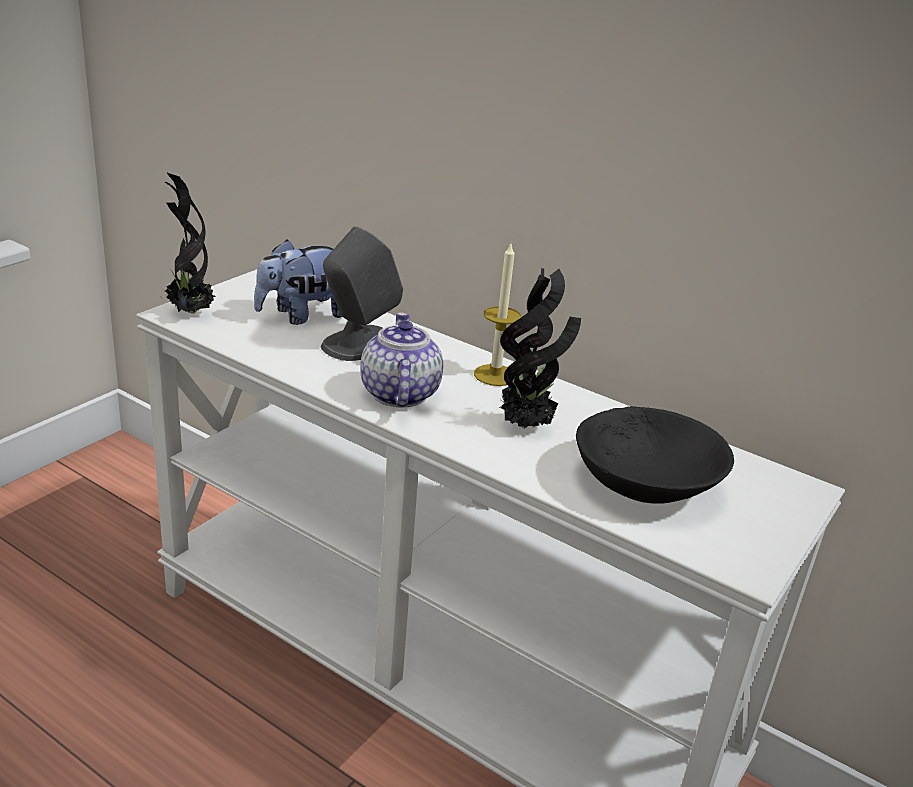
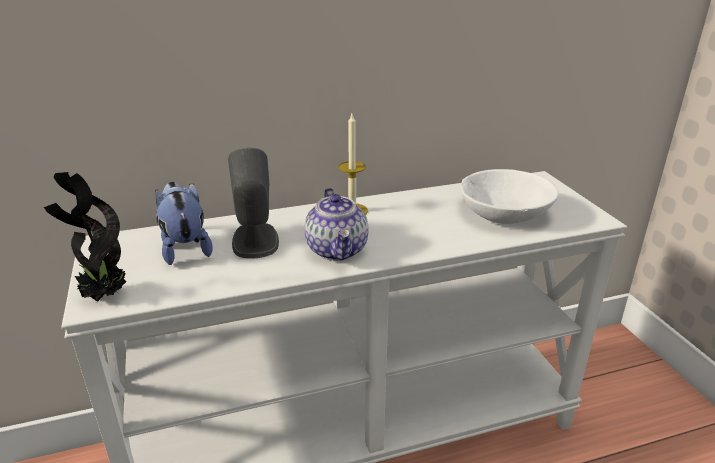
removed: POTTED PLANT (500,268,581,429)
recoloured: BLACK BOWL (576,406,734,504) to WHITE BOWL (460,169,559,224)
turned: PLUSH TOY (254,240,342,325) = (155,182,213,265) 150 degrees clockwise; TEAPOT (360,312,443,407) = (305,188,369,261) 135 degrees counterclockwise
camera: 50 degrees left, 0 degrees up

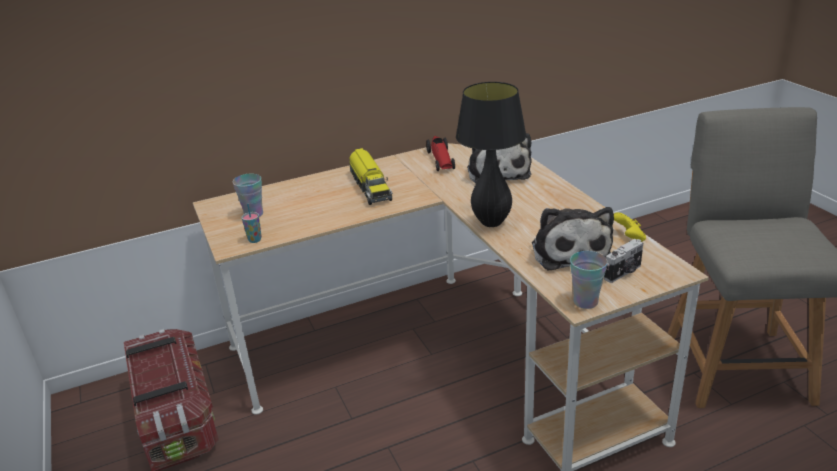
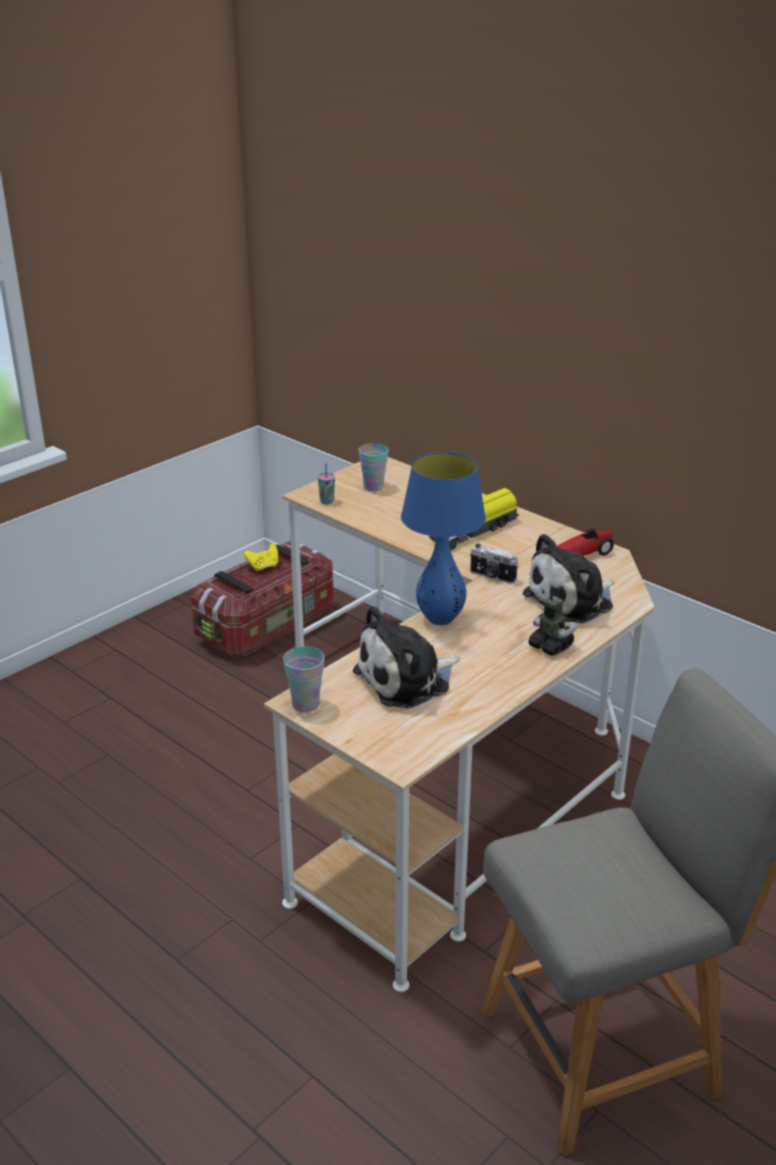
added: TOY ROBOT (528,586,577,656)
moved: YELLOW GAME CONTROLLER (614,212,646,242) to (244,544,278,572); PHOTO CAMERA (604,239,643,283) to (470,544,518,584)
recoloured: BLACK TABLE LAMP (456,82,526,227) to BLUE TABLE LAMP (401,452,486,625)
camera: 65 degrees right, 0 degrees up

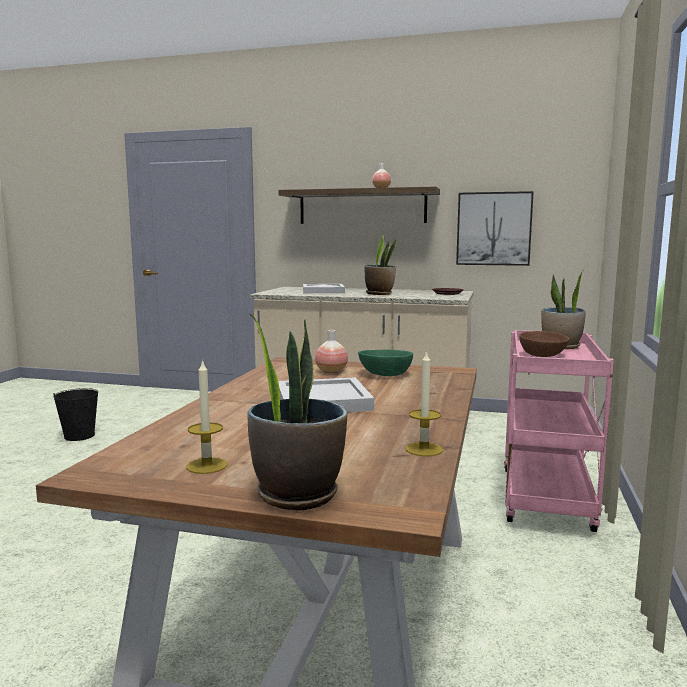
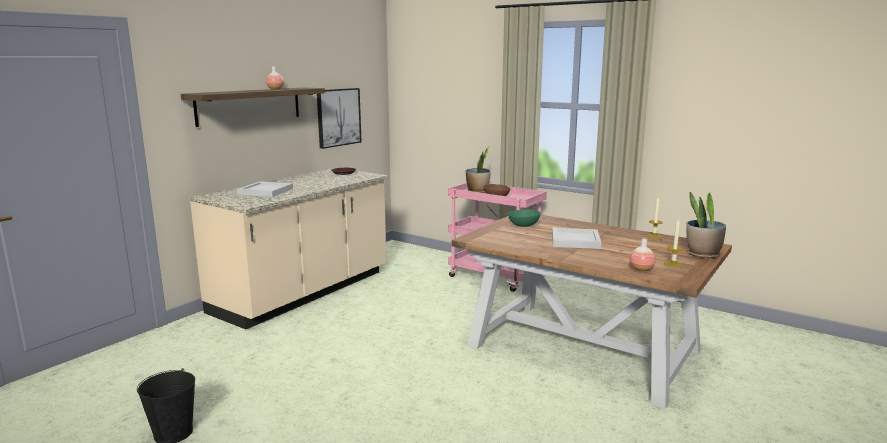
removed: POTTED PLANT (365,235,397,295)
moved: VASE (315,330,348,374) to (630,239,656,271)
camera: 70 degrees left, 5 degrees up

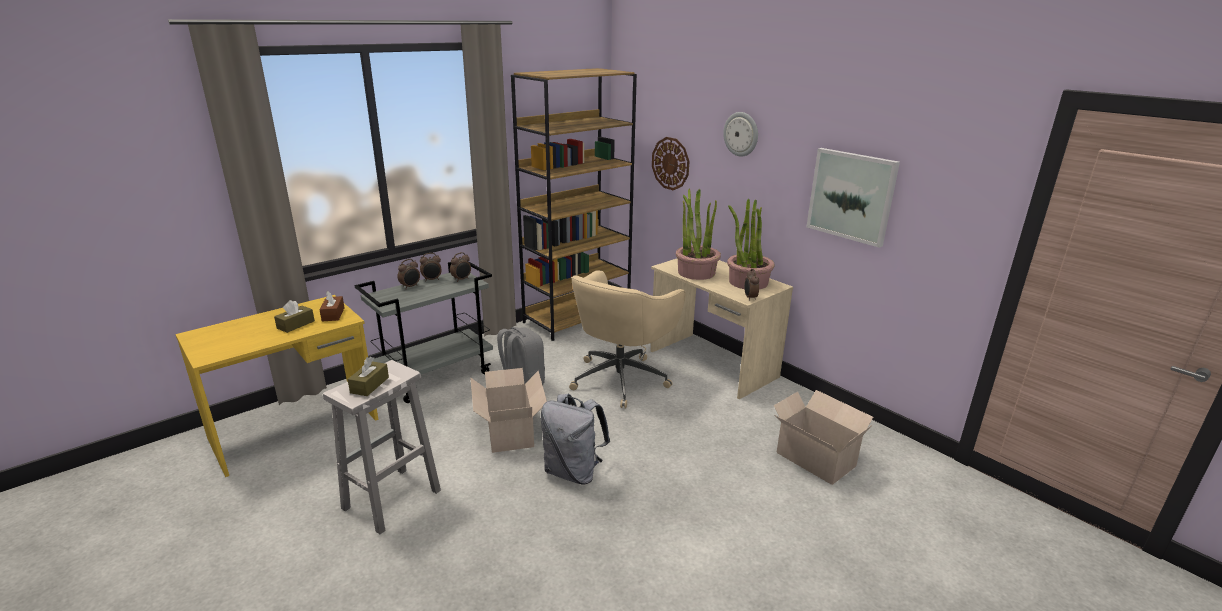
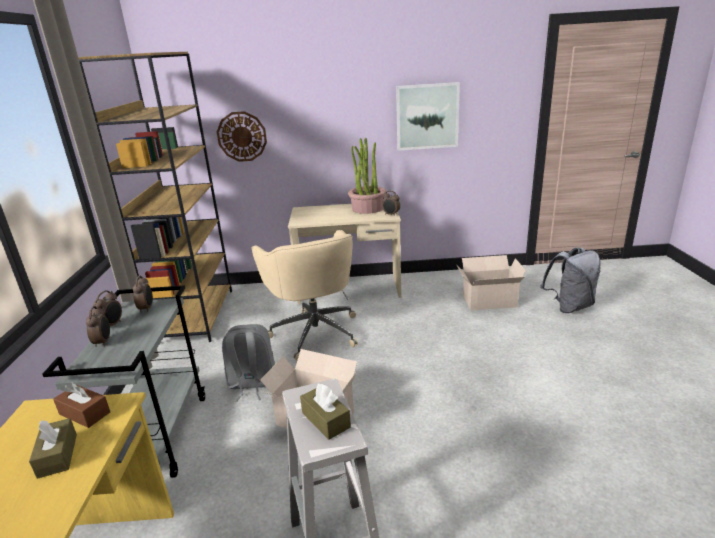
removed: POTTED PLANT (676,189,721,280); WALL CLOCK (723,112,758,157)
moved: GREY BACKPACK (541,394,610,484) to (541,247,601,313)
camera: 50 degrees left, 0 degrees up

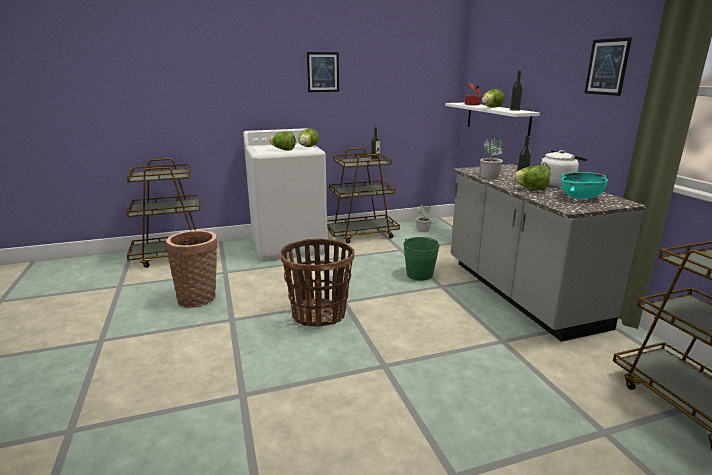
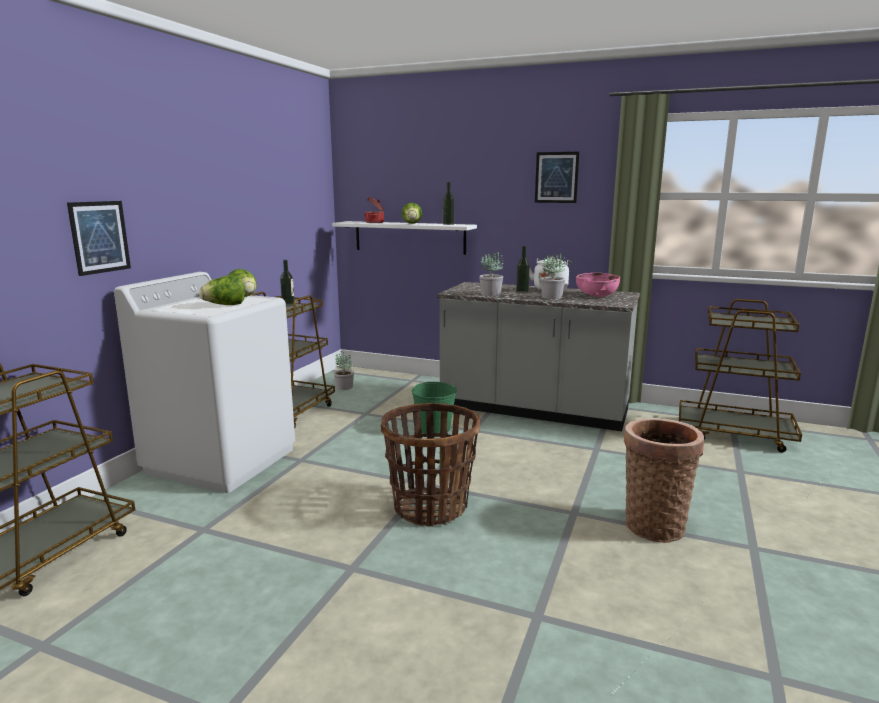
moved: PICTURE (307,52,339,92) to (67,201,131,276); BASKET (166,230,218,308) to (624,418,704,543)
replaced: LETTUCE (513,165,550,190) to POTTED PLANT (540,254,565,299)
recoloured: TURQUOISE BOWL (561,172,608,199) to PINK BOWL (576,273,620,297)
camera: 50 degrees left, 5 degrees down

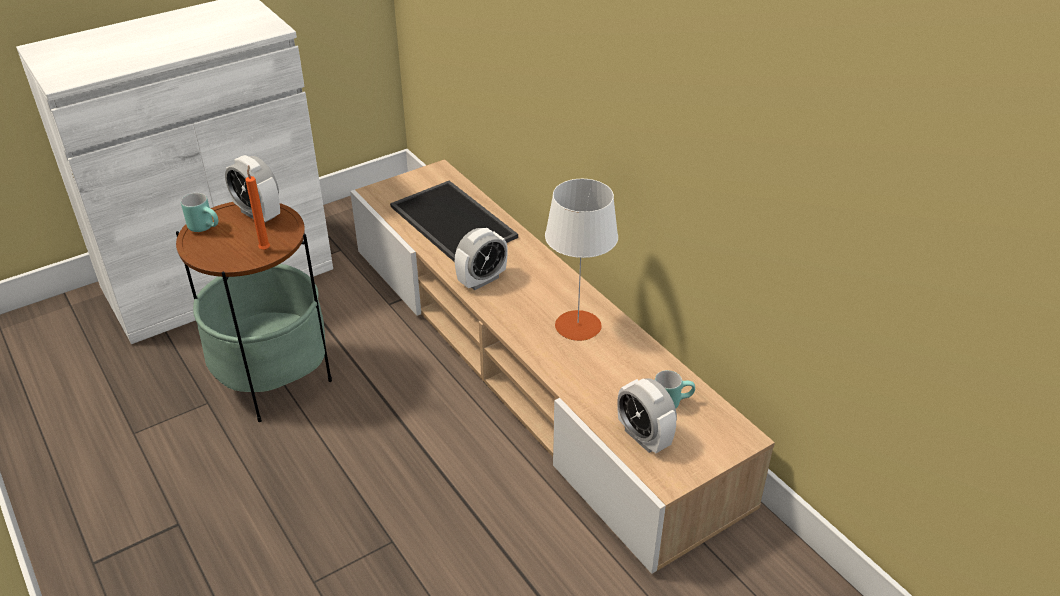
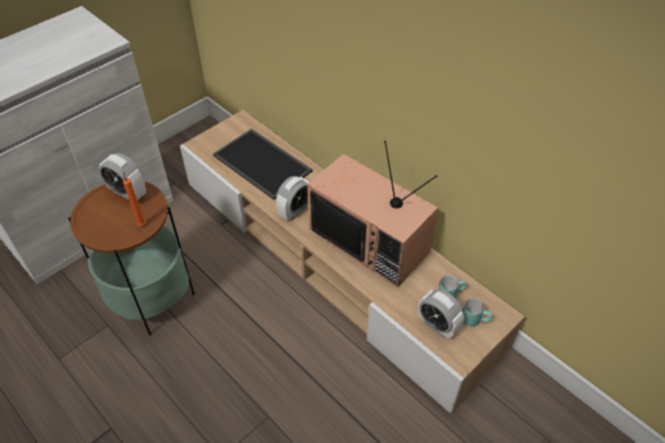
moved: TURQUOISE MUG (181,193,218,232) to (463,298,493,327)
replaced: WHITE TABLE LAMP (545,179,618,341) to TELEVISION (307,141,438,287)
camera: 10 degrees left, 10 degrees up

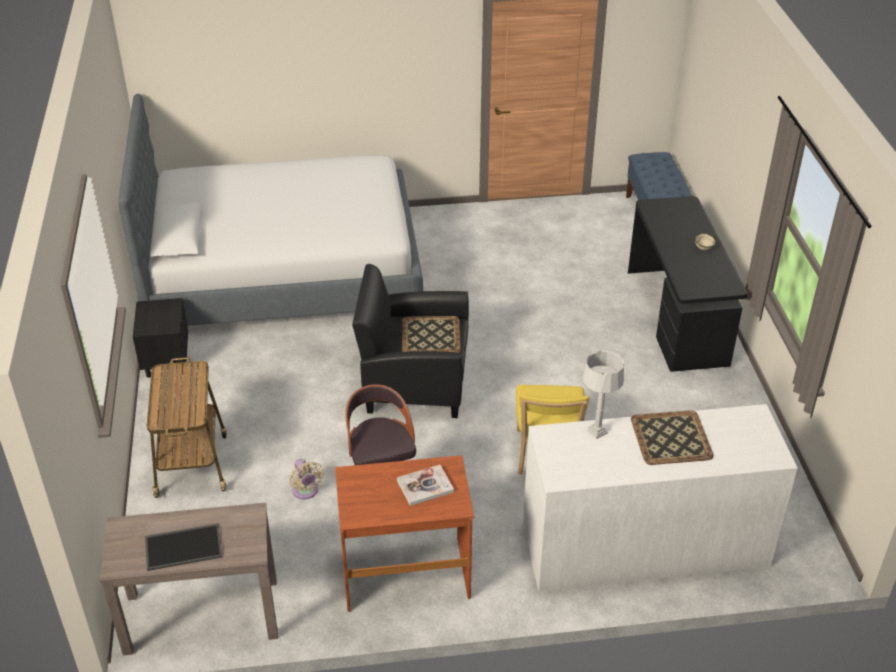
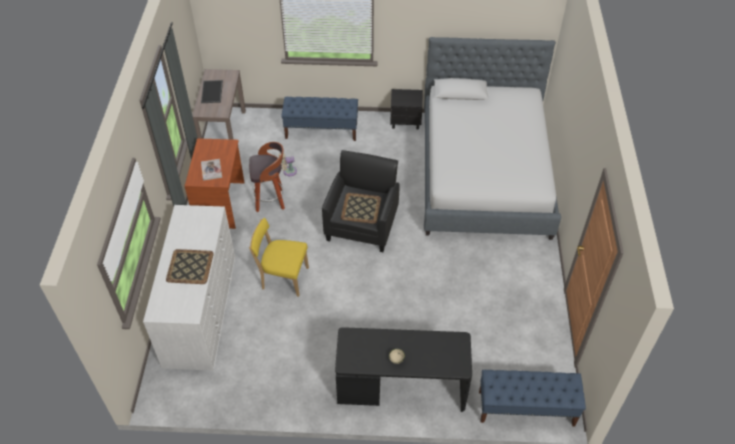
removed: GREY TABLE LAMP (583,350,624,439)
replaced: CART (147,357,227,498) to BLUE BENCH (281,97,358,141)
camera: 100 degrees right, 10 degrees up

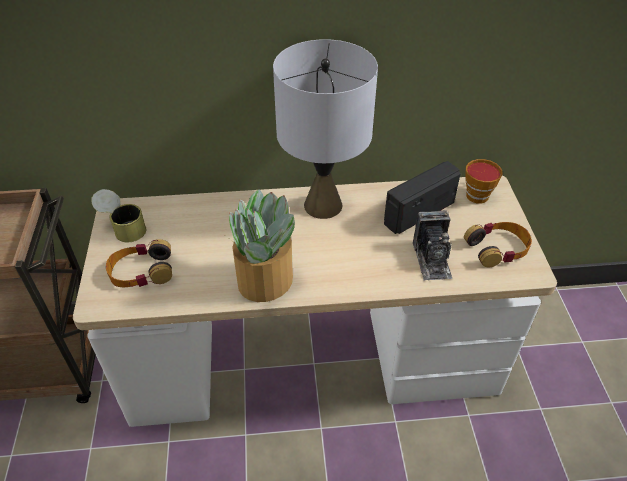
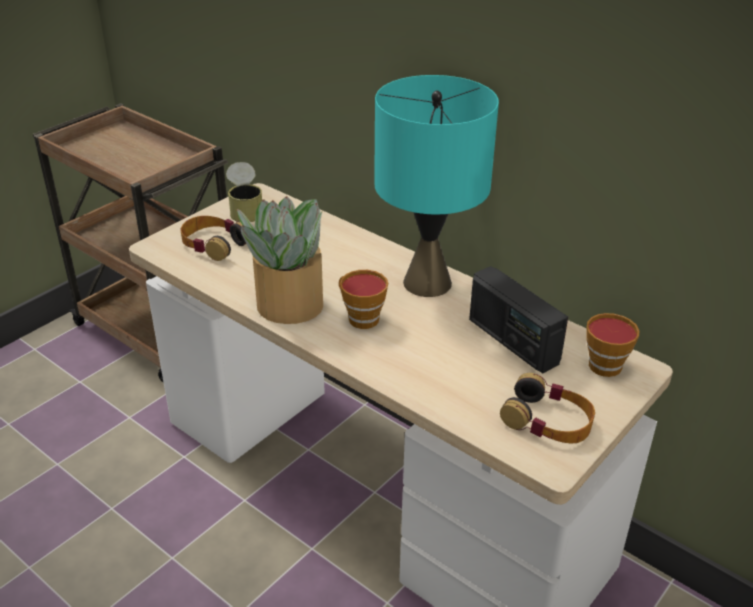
removed: PHOTO CAMERA (413,210,452,281)
added: CUP (339,270,388,329)
recoloured: GREY TABLE LAMP (273,39,378,219) to TURQUOISE TABLE LAMP (374,75,499,297)
turned: RADIO (384,161,461,234) = (469,266,568,373) 135 degrees counterclockwise
camera: 45 degrees right, 10 degrees down

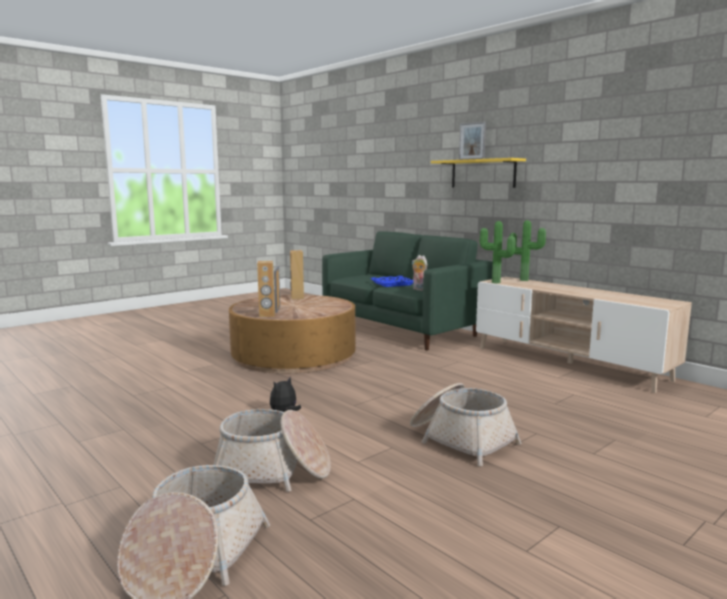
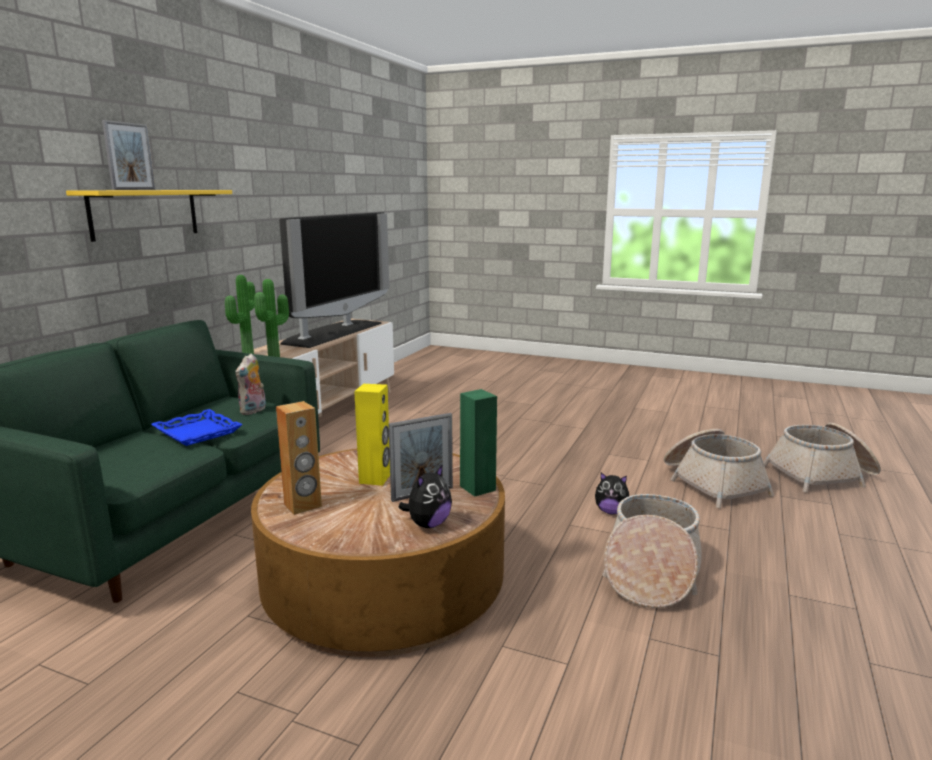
added: TELEVISION (279,212,389,348); YELLOW SPEAKER (354,384,390,486); PLUSH TOY (398,464,452,528)
moved: BASKET (410,383,521,466) to (602,494,702,608)
recoloured: BROWN SPEAKER (257,261,275,317) to GREEN SPEAKER (460,389,497,497)
camera: 115 degrees left, 5 degrees up

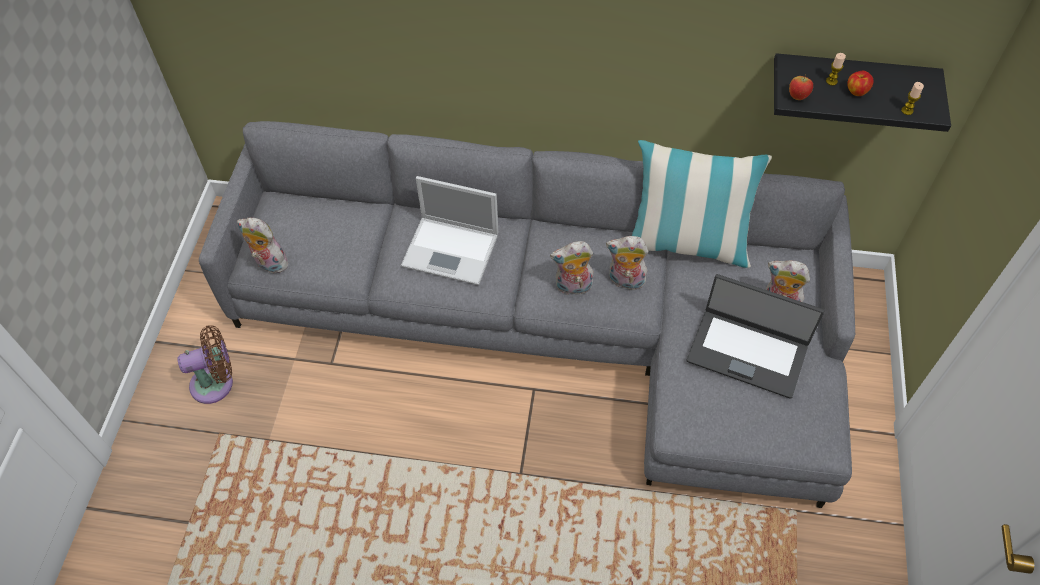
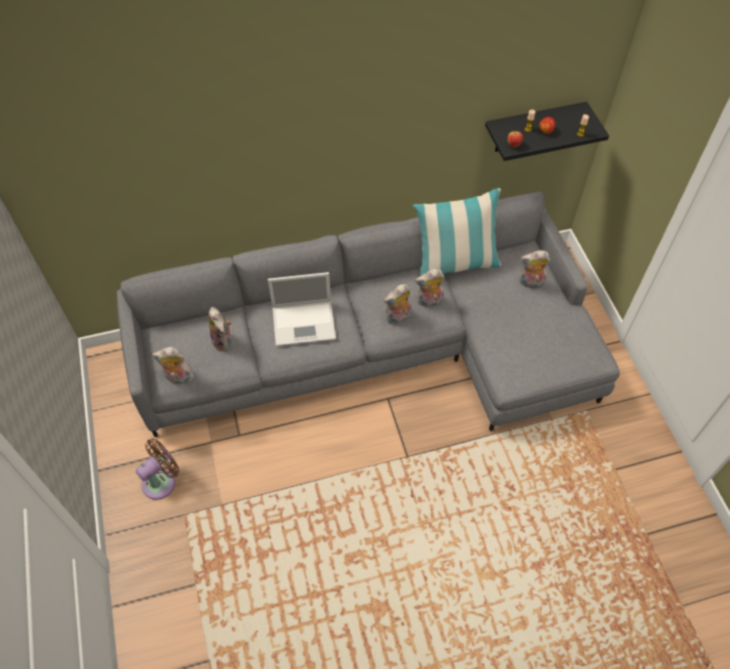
removed: LAPTOP (686,274,824,399)
added: PLUSH TOY (208,307,232,352)
camera: 25 degrees left, 0 degrees up

